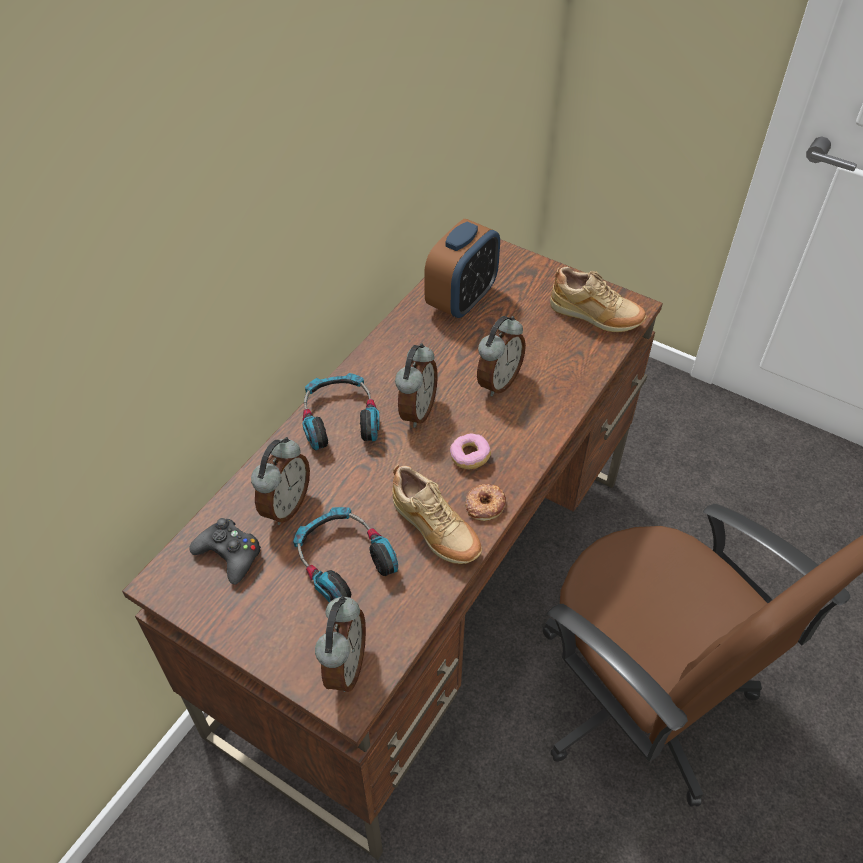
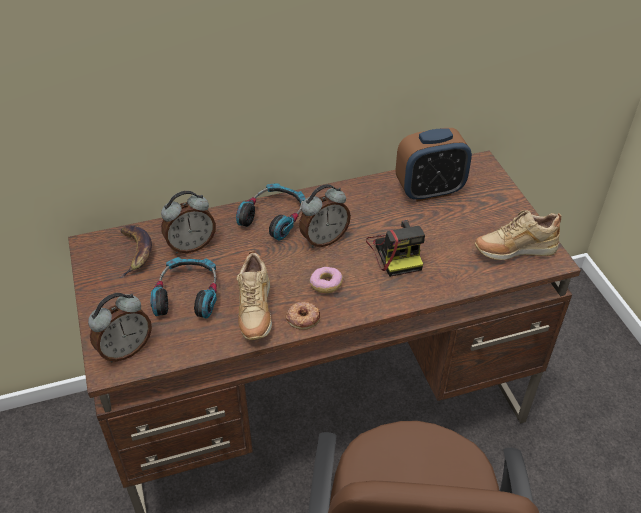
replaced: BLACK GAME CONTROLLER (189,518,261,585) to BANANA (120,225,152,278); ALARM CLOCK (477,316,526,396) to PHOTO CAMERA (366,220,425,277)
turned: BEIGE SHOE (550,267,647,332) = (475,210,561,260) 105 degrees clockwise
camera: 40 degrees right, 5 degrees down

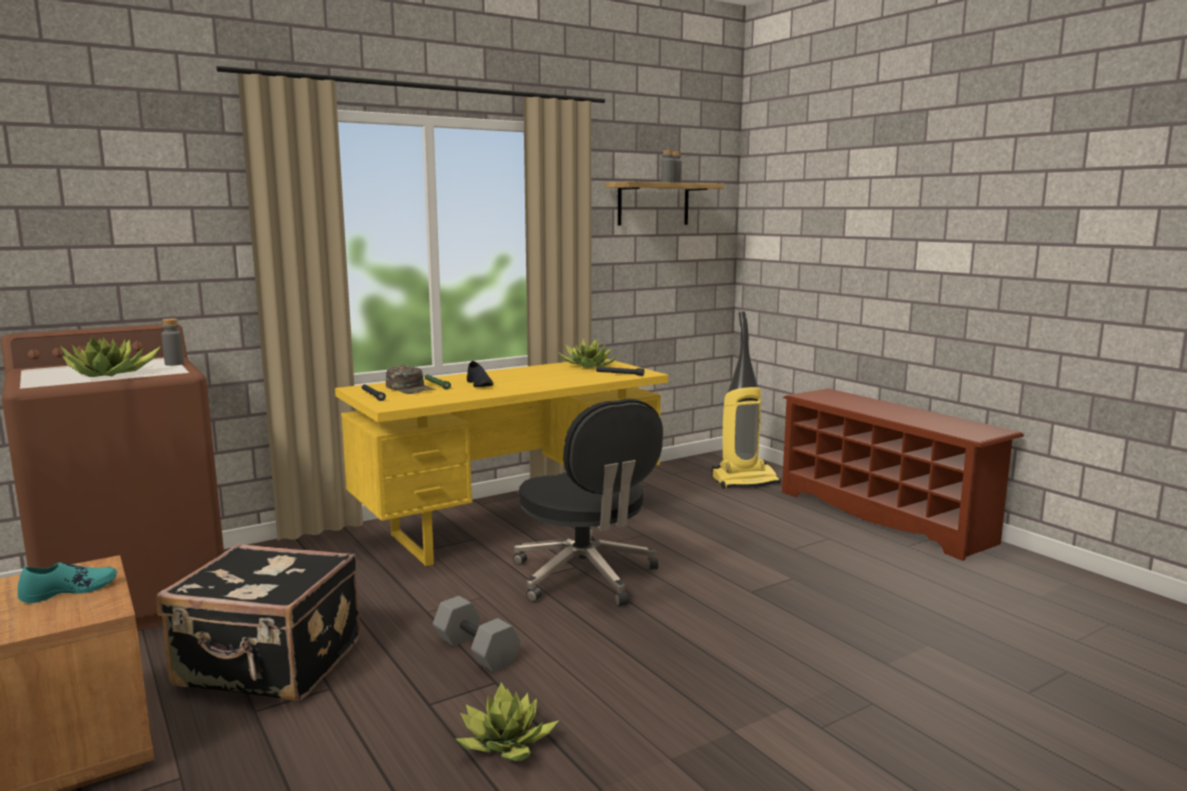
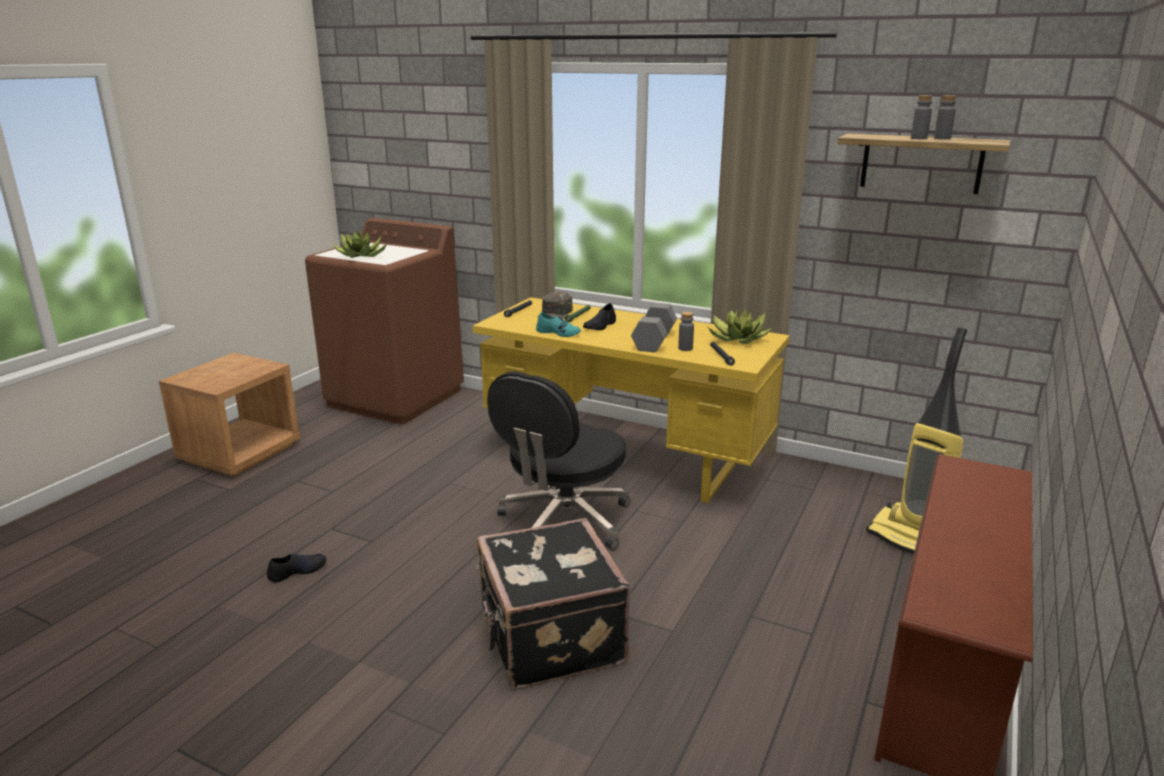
moved: BLACK SUITCASE (156,543,360,701) to (476,518,630,689); TURQUOISE SHOE (18,563,117,603) to (536,312,581,337); GREY DUMBBELL (433,596,521,672) to (631,303,677,353); GREY BOTTLE (161,319,184,366) to (678,312,694,351)
replaced: POTTED PLANT (456,682,559,761) to BLACK SHOE (267,554,326,582)
camera: 60 degrees right, 10 degrees up

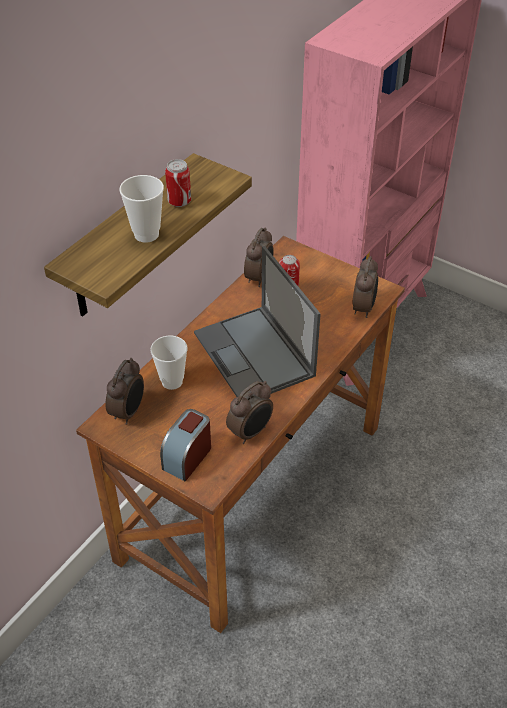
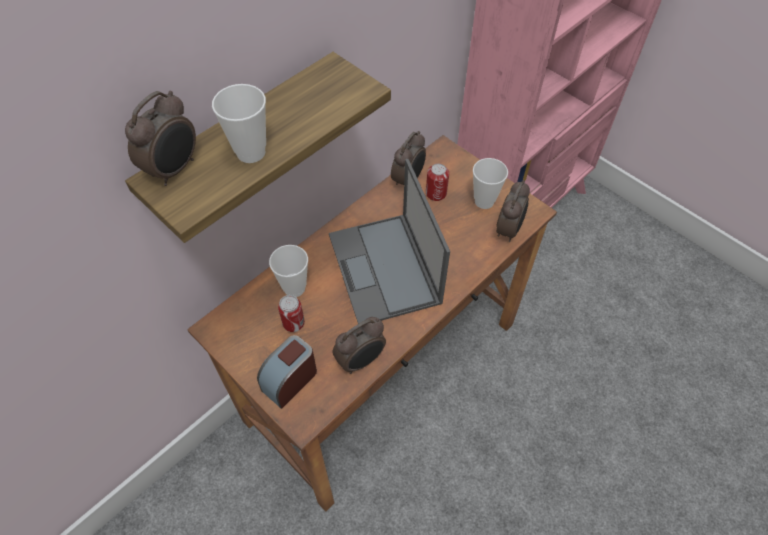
added: CUP (473,158,508,209)
moved: ALARM CLOCK (105,358,144,425) to (125,91,196,186); CAN (165,159,191,207) to (278,295,305,332)
camera: 10 degrees right, 10 degrees up

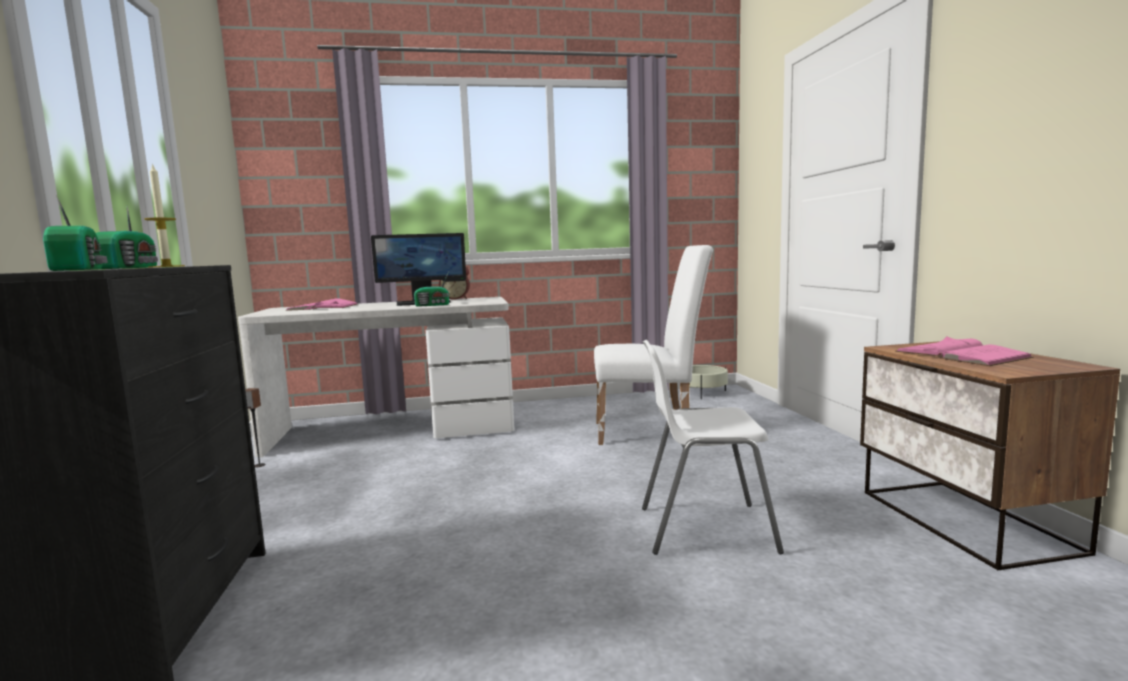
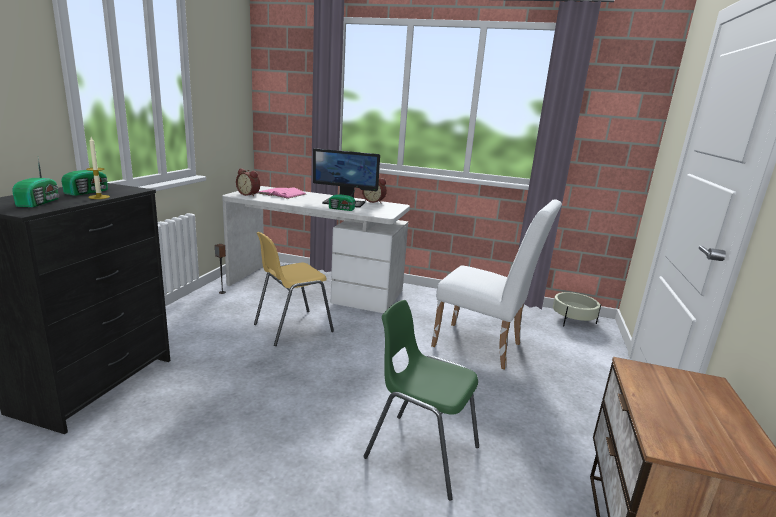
removed: PINK BOOK (895,336,1033,366)
added: ALARM CLOCK (236,168,260,196); YELLOW CHAIR (254,232,334,346)
recoloured: WHITE CHAIR (642,340,784,555) to GREEN CHAIR (363,300,479,501)
camera: 25 degrees right, 10 degrees up

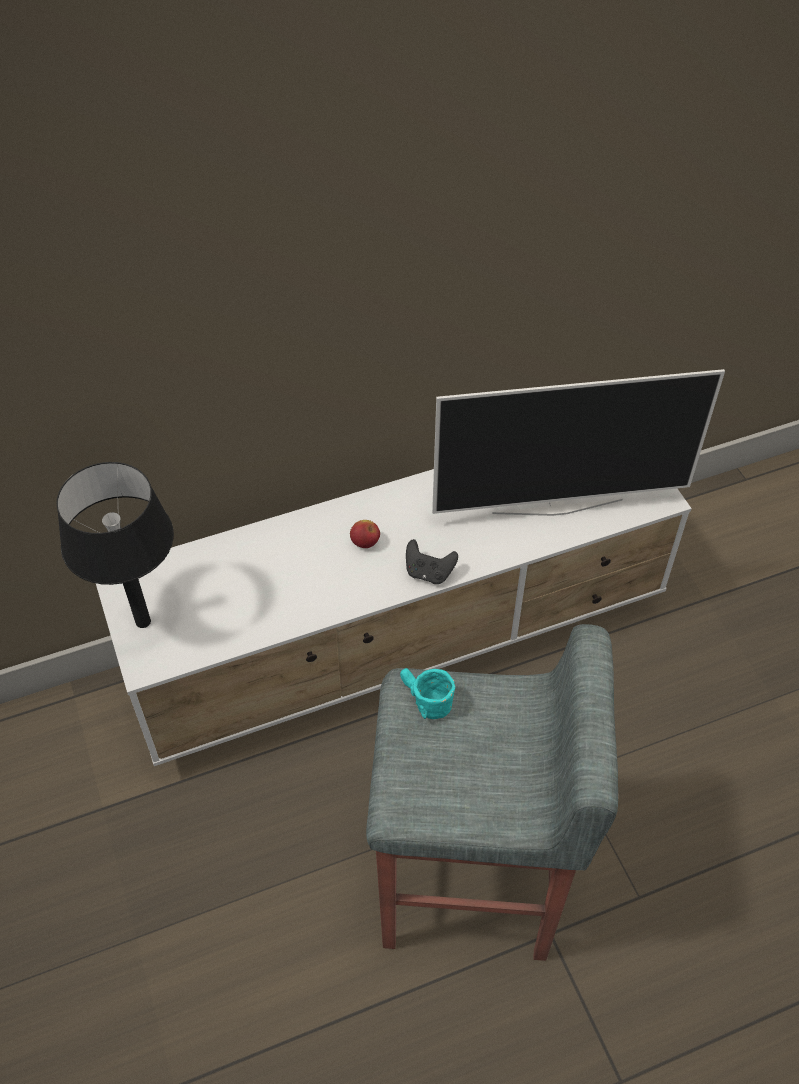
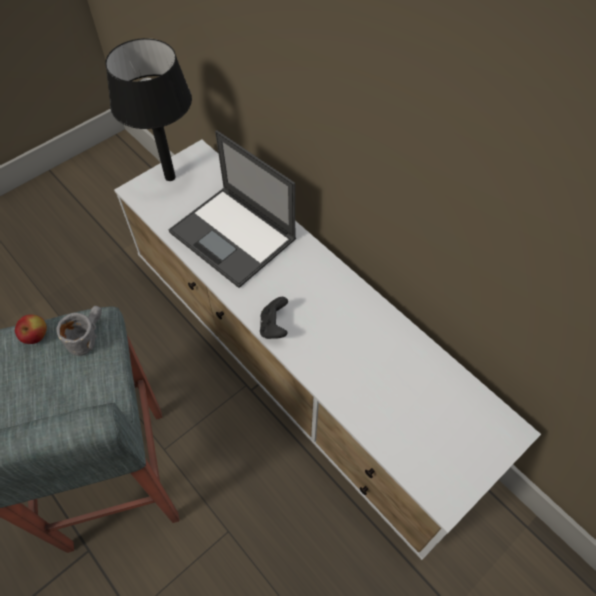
removed: TELEVISION (432,369,725,516)
added: LAPTOP (168,130,296,288)
moved: APPLE (350,520,380,548) to (15,314,47,344)
recoloured: TURQUOISE MUG (400,668,455,719) to GREY MUG (56,306,102,356)
camera: 70 degrees right, 5 degrees up

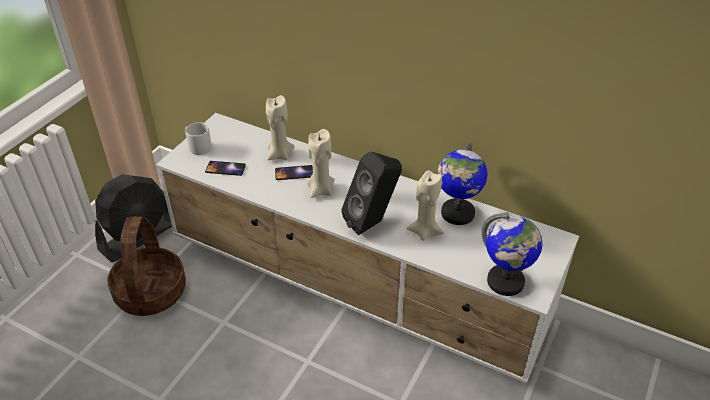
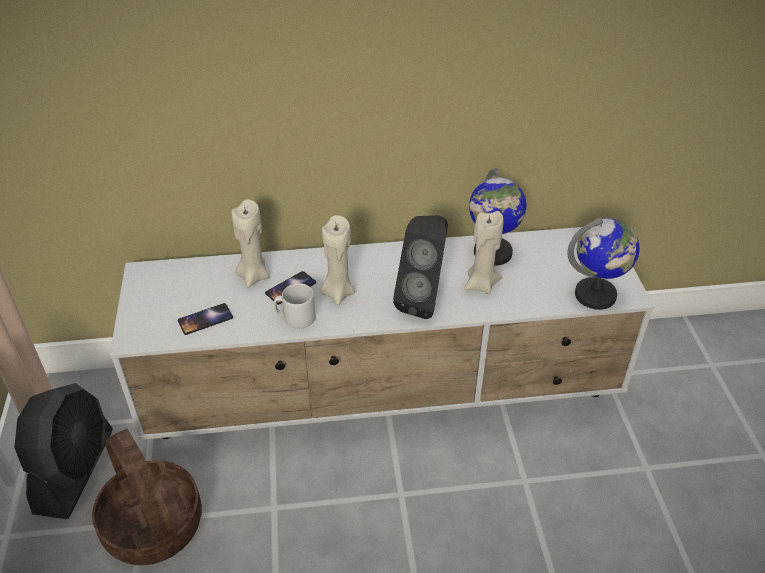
moved: GREY MUG (185,122,212,155) to (274,283,315,329)
camera: 35 degrees left, 0 degrees up

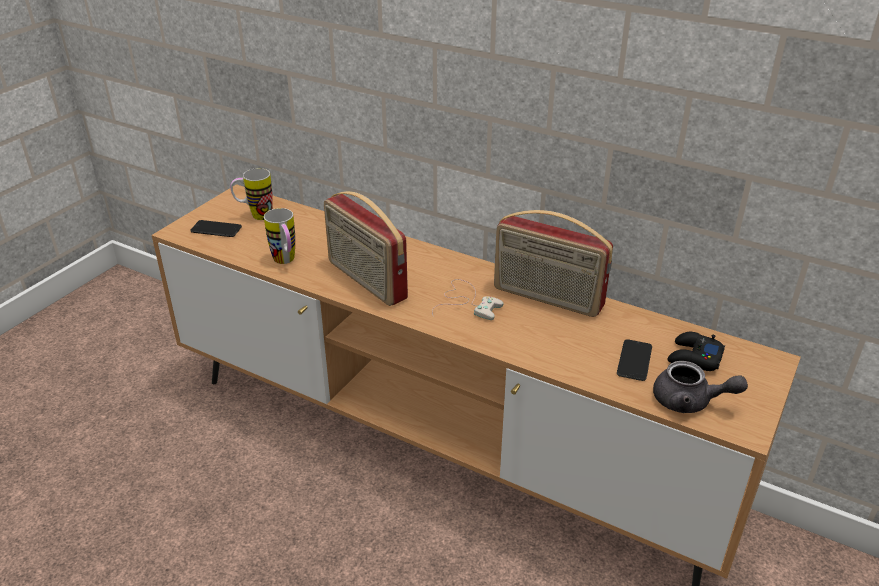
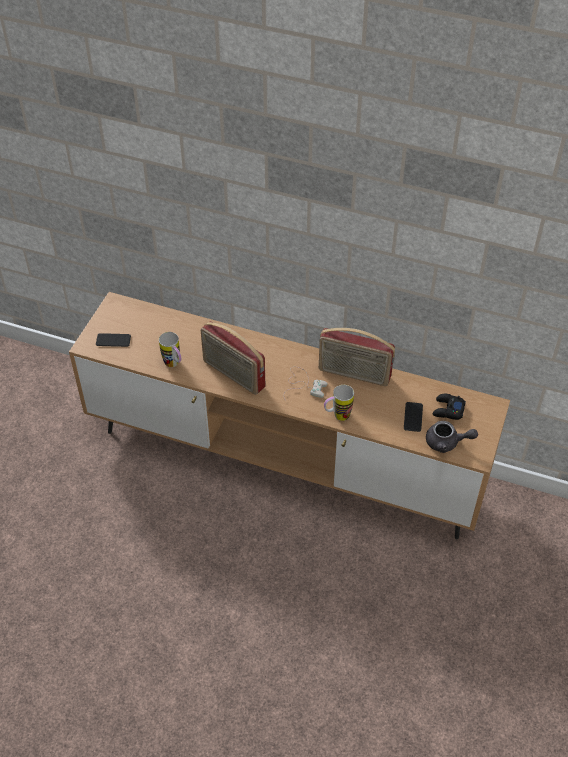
moved: MUG (230,168,273,220) to (324,385,354,421)
camera: 10 degrees left, 15 degrees up

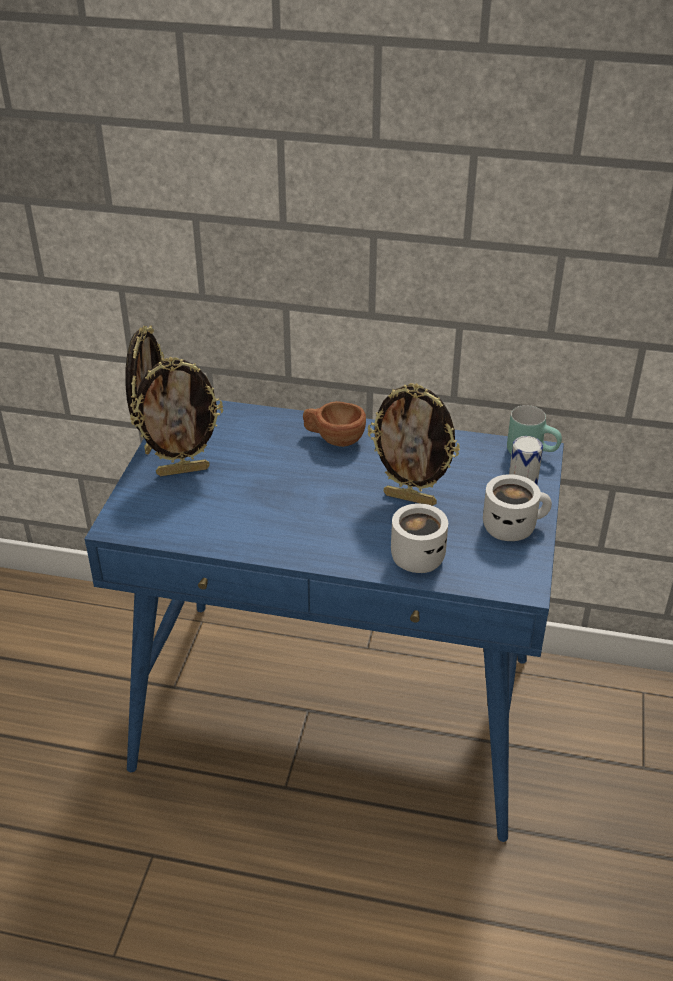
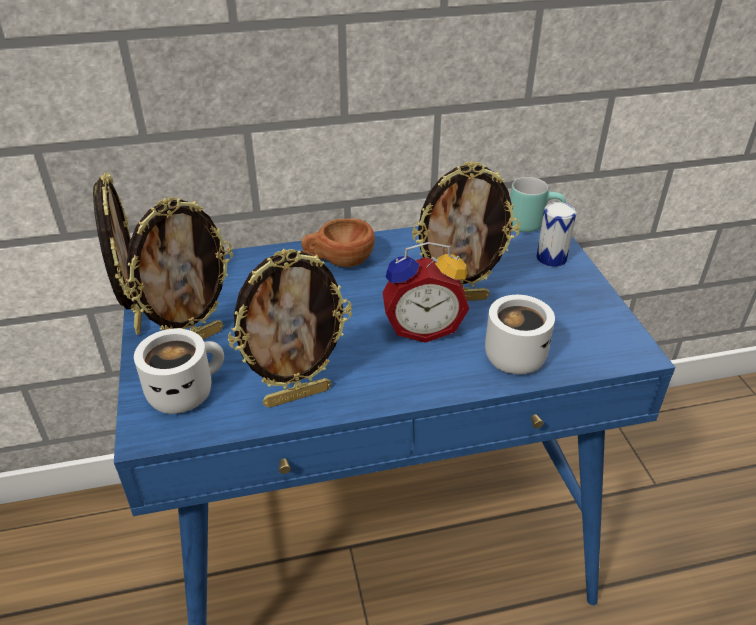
added: PICTURE FRAME (228,249,352,408); ALARM CLOCK (383,242,469,343)
moved: WHITE MUG (483,474,552,541) to (134,329,224,414)
camera: 25 degrees left, 0 degrees up

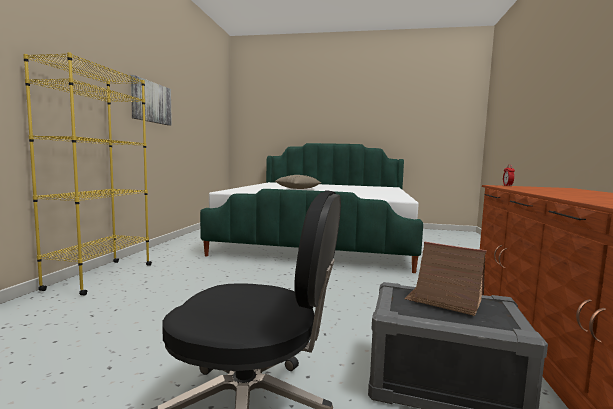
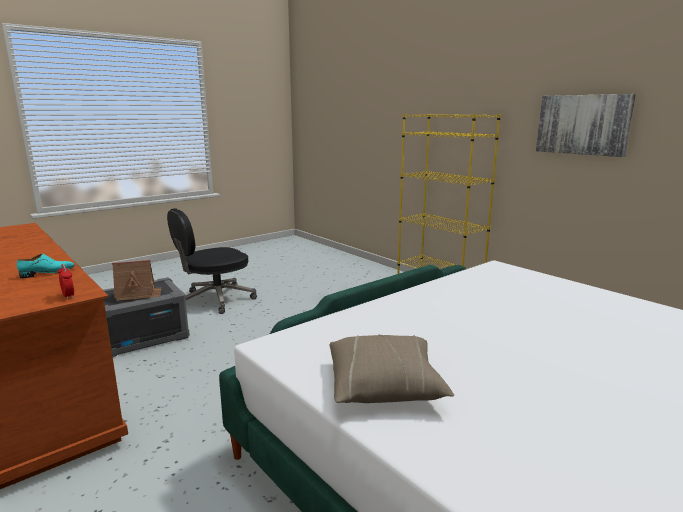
added: TURQUOISE SHOE (17,254,75,278)
moved: BEIGE PILLOW (274,175,321,189) to (330,335,454,403)
camera: 130 degrees right, 10 degrees up

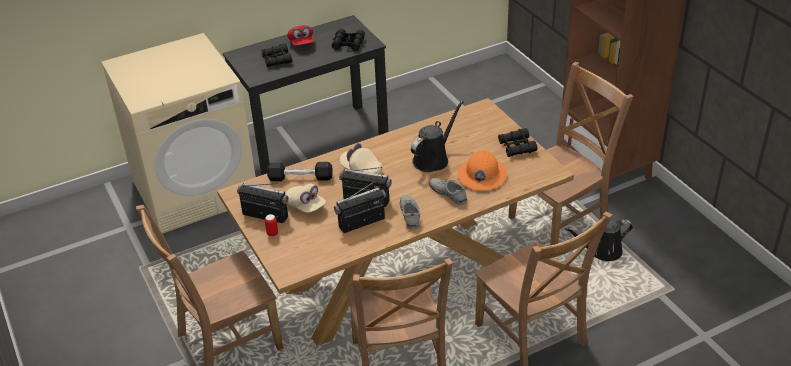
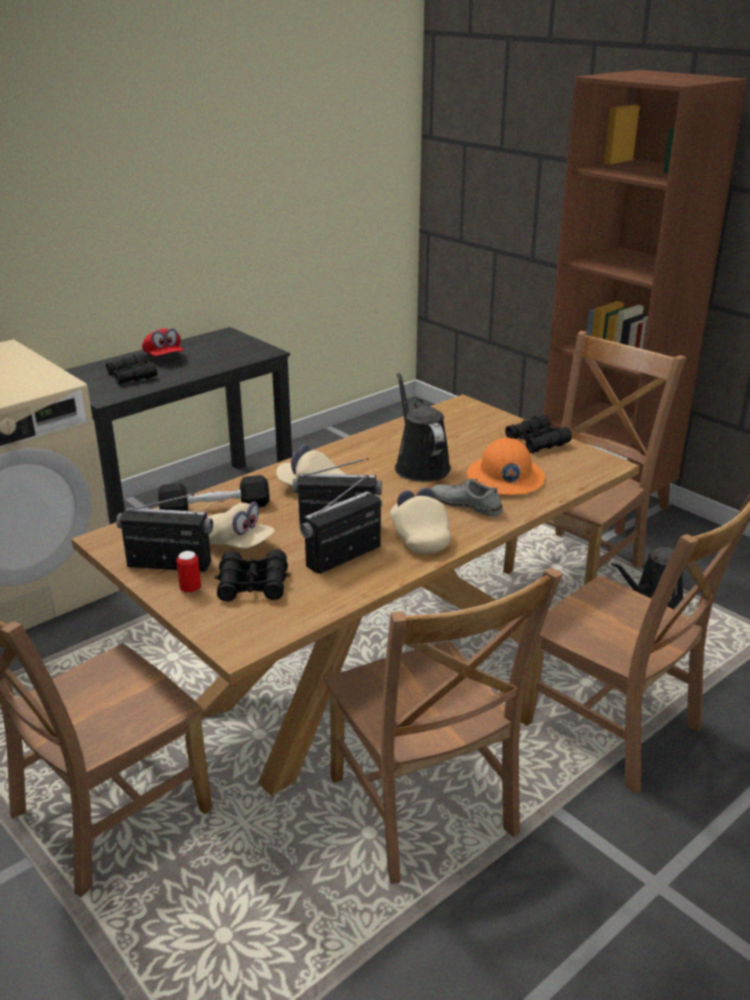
moved: BLACK BINOCULARS (332,29,365,51) to (215,549,290,601)
replaced: GREY SHOE (400,195,420,229) to BEIGE CAP (390,487,451,554)
turned: BLACK WATERING CAN (411,101,463,172) = (395,372,451,482) 45 degrees counterclockwise
camera: 15 degrees left, 10 degrees down

